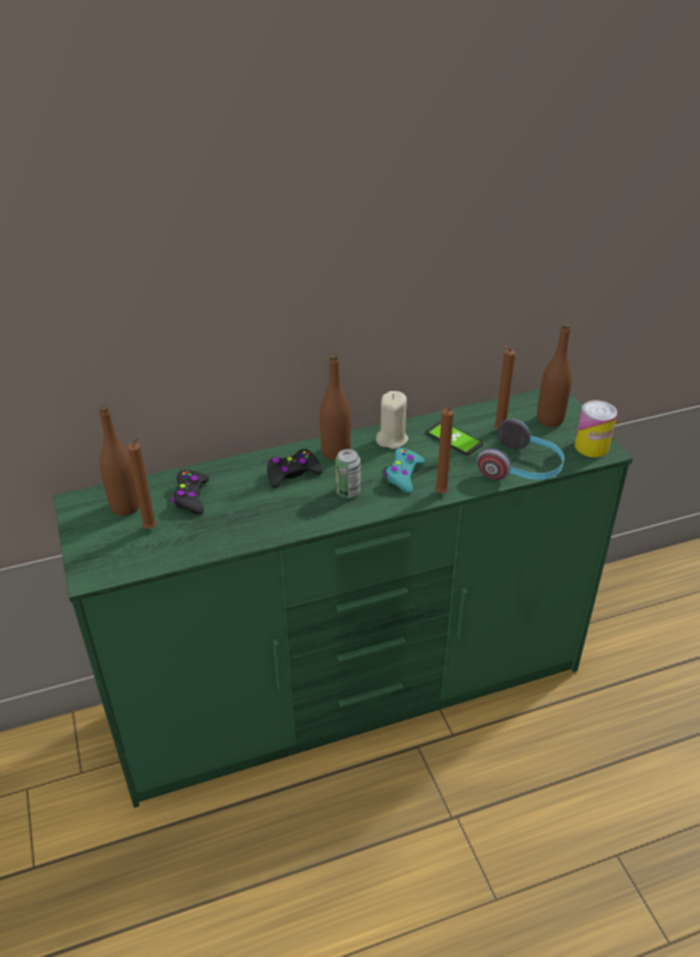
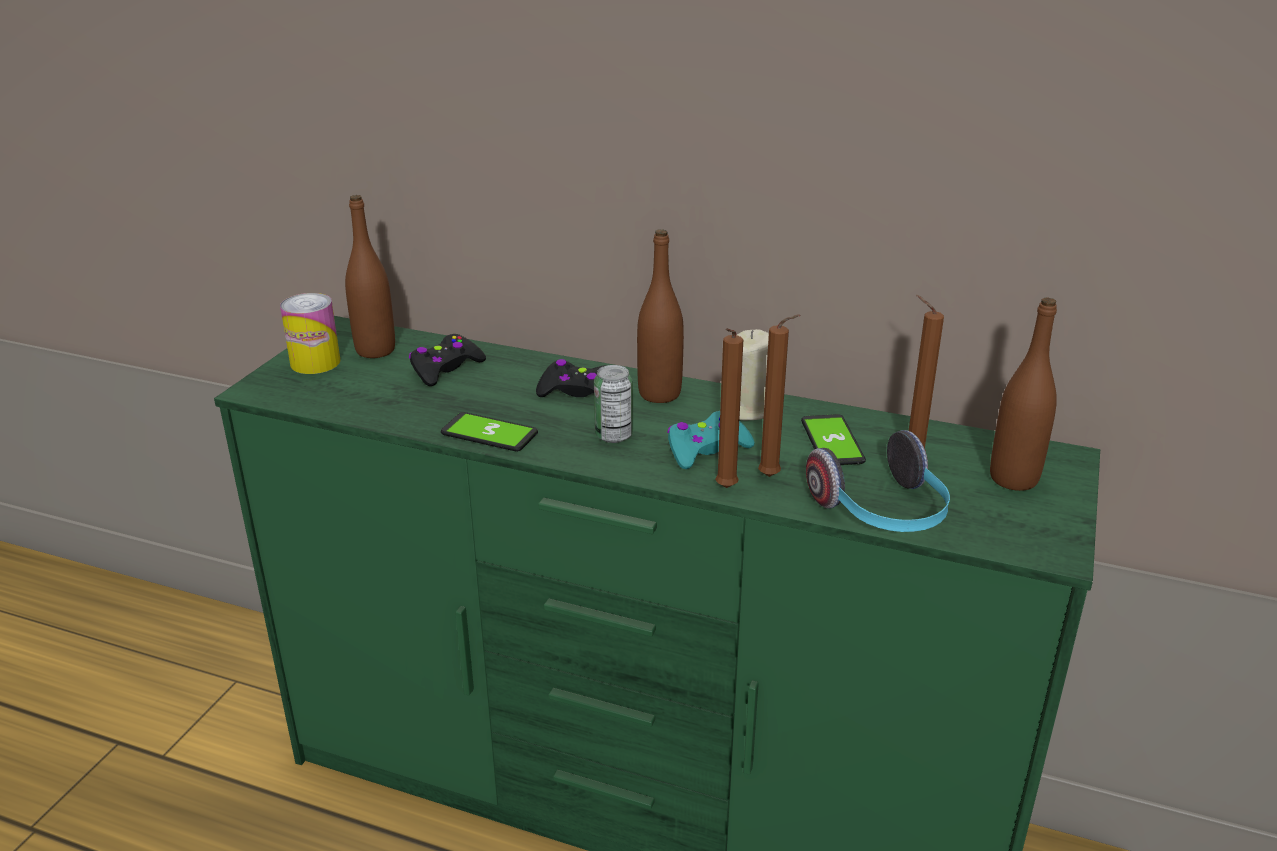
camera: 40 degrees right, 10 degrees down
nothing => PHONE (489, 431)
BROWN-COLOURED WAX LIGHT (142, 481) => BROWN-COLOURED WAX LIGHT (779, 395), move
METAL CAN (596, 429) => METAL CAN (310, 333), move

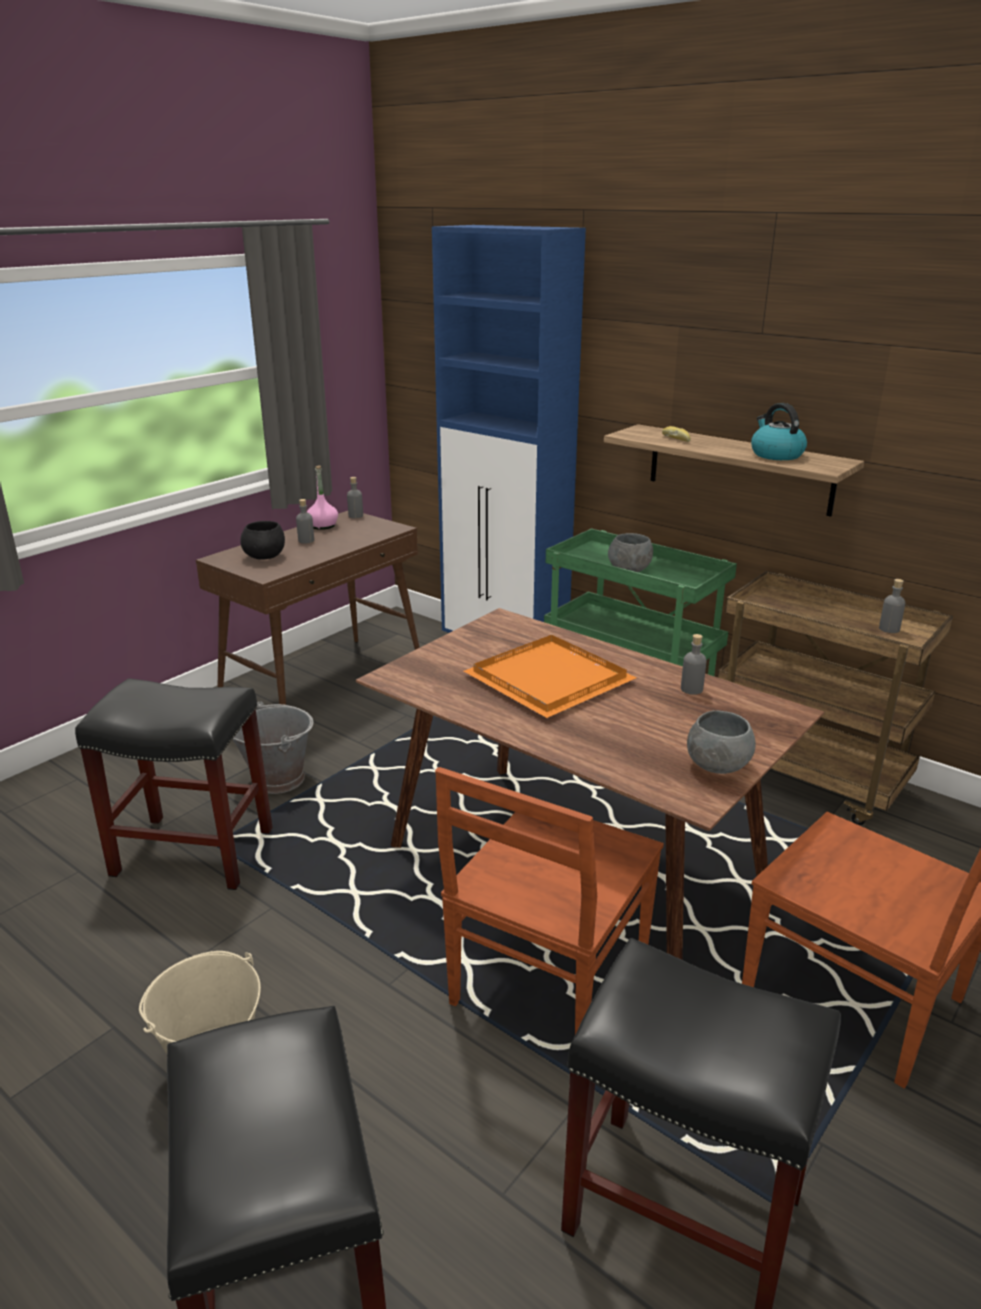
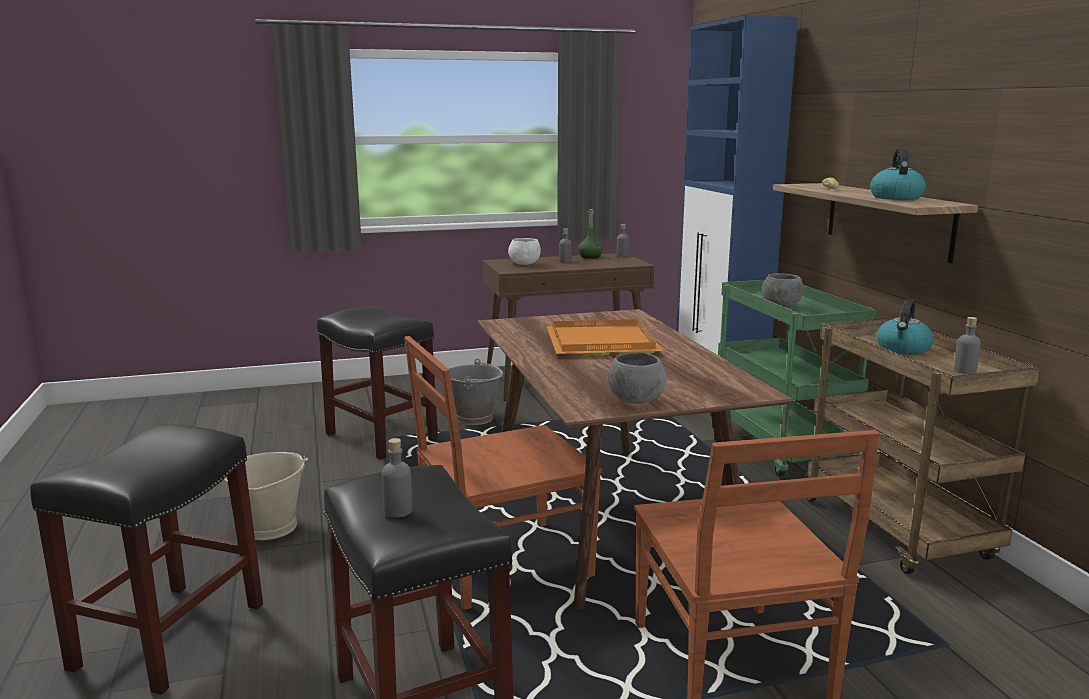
camera: 35 degrees right, 10 degrees down
nothing => KETTLE (905, 327)
GREY DRINK BOTTLE (694, 664) => GREY DRINK BOTTLE (397, 478), move
BLACK-COLOURED SERVING BOWL (262, 540) => WHITISH SERVING BOWL (524, 251)
PINKISH DRINK BOTTLE (322, 498) => GREENISH DRINK BOTTLE (590, 234)

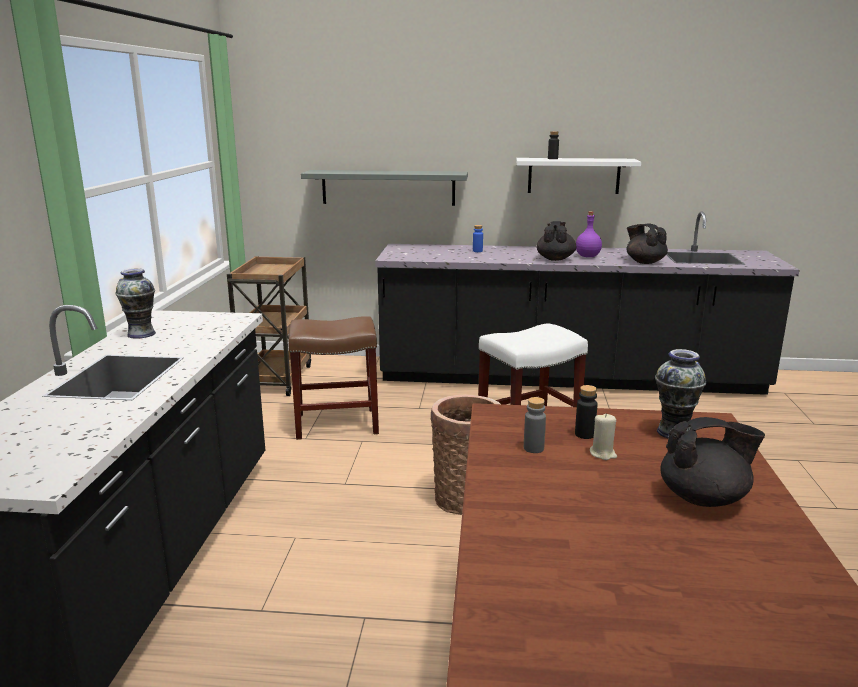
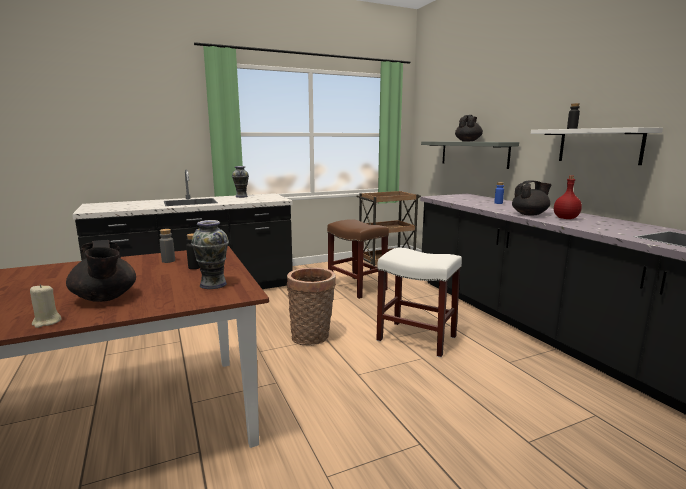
camera: 60 degrees right, 5 degrees down
BEIGE-COLOURED WAX LIGHT (603, 436) => BEIGE-COLOURED WAX LIGHT (46, 306), move
BLACK-COLOURED TEAPOT (647, 244) => BLACK-COLOURED TEAPOT (469, 128), move
PURPLISH DRINK BOTTLE (589, 234) => RED DRINK BOTTLE (568, 197)

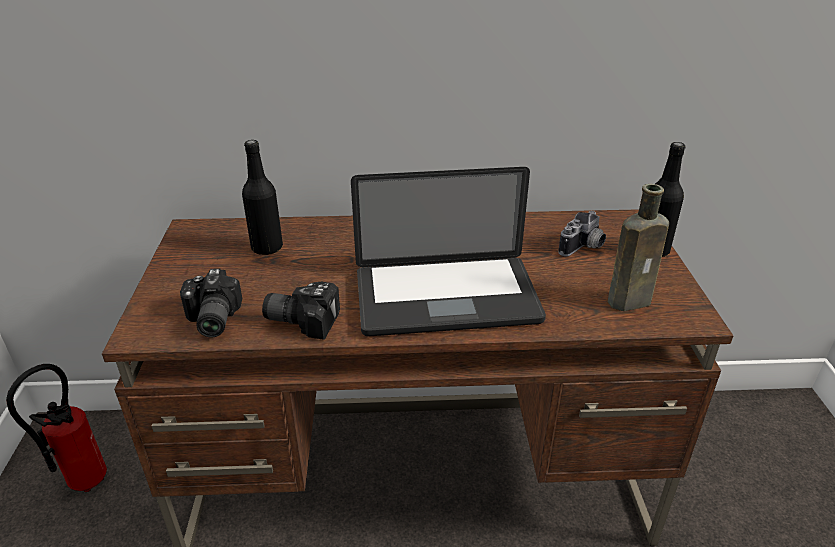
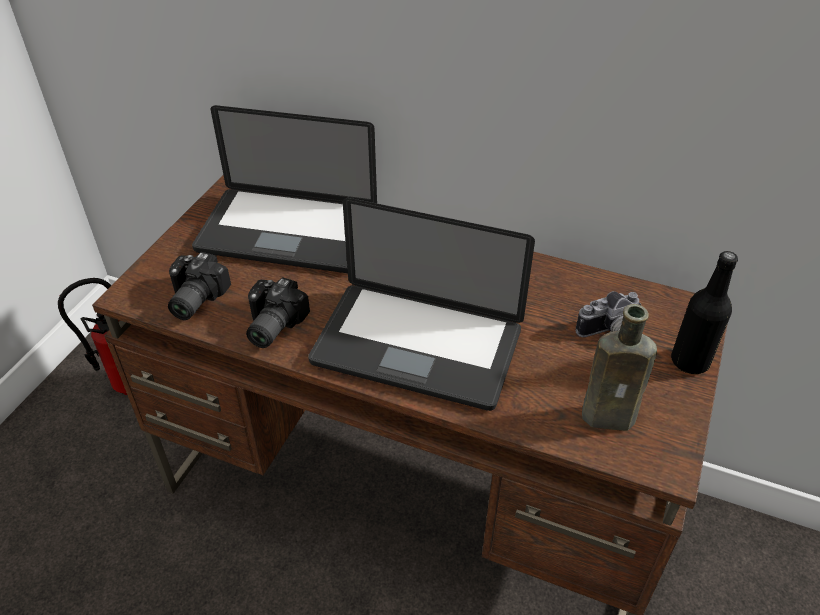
camera: 25 degrees right, 10 degrees up
BLACK-COLOURED DRINK BOTTLE (262, 197) => PORTABLE COMPUTER (284, 189)
STILL CAMERA (301, 311) => STILL CAMERA (278, 312), 105 degrees counterclockwise

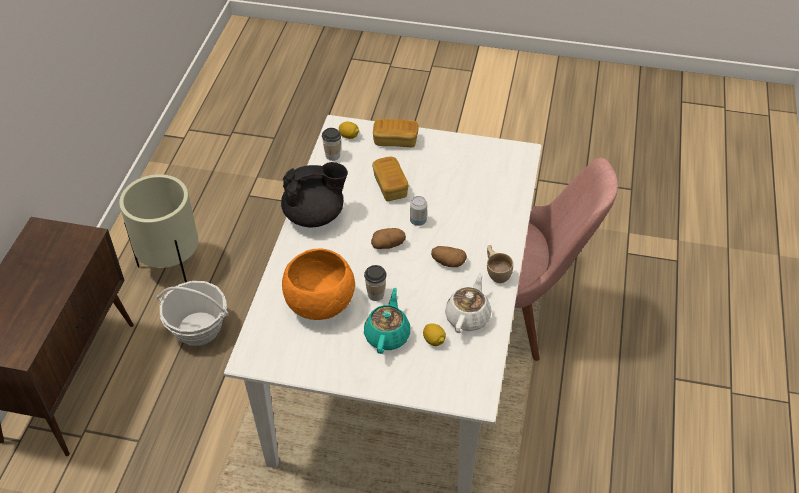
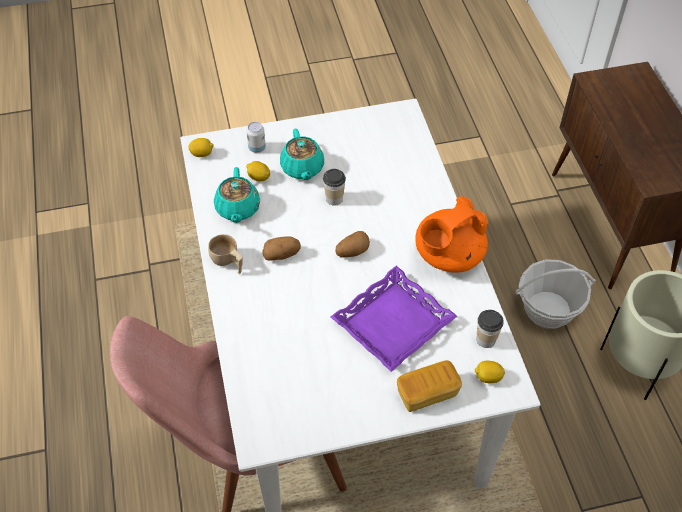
camera: 155 degrees right, 5 degrees up
ORANGE-COLOURED SERVING BOWL (318, 284) => nothing
nothing => CITRUS FRUIT (201, 147)
METAL CAN (418, 211) => METAL CAN (256, 137), move
BAKED BREAD (390, 179) => PURPLISH CARRYING TRAY (394, 319)
BLACK-COLOURED TEAPOT (314, 195) => ORANGE-COLOURED TEAPOT (451, 235)
WHITISH TEAPOT (468, 302) => TURQUOISE-COLOURED TEAPOT (237, 195)

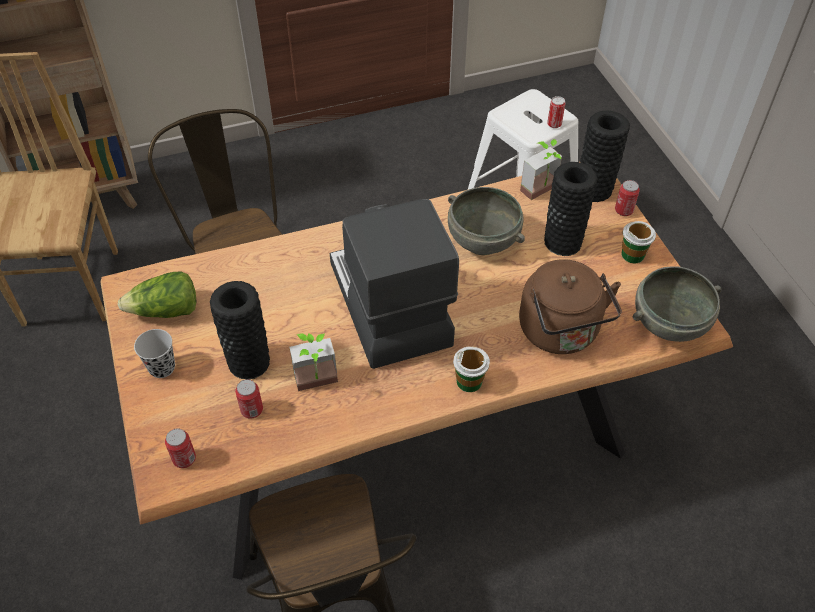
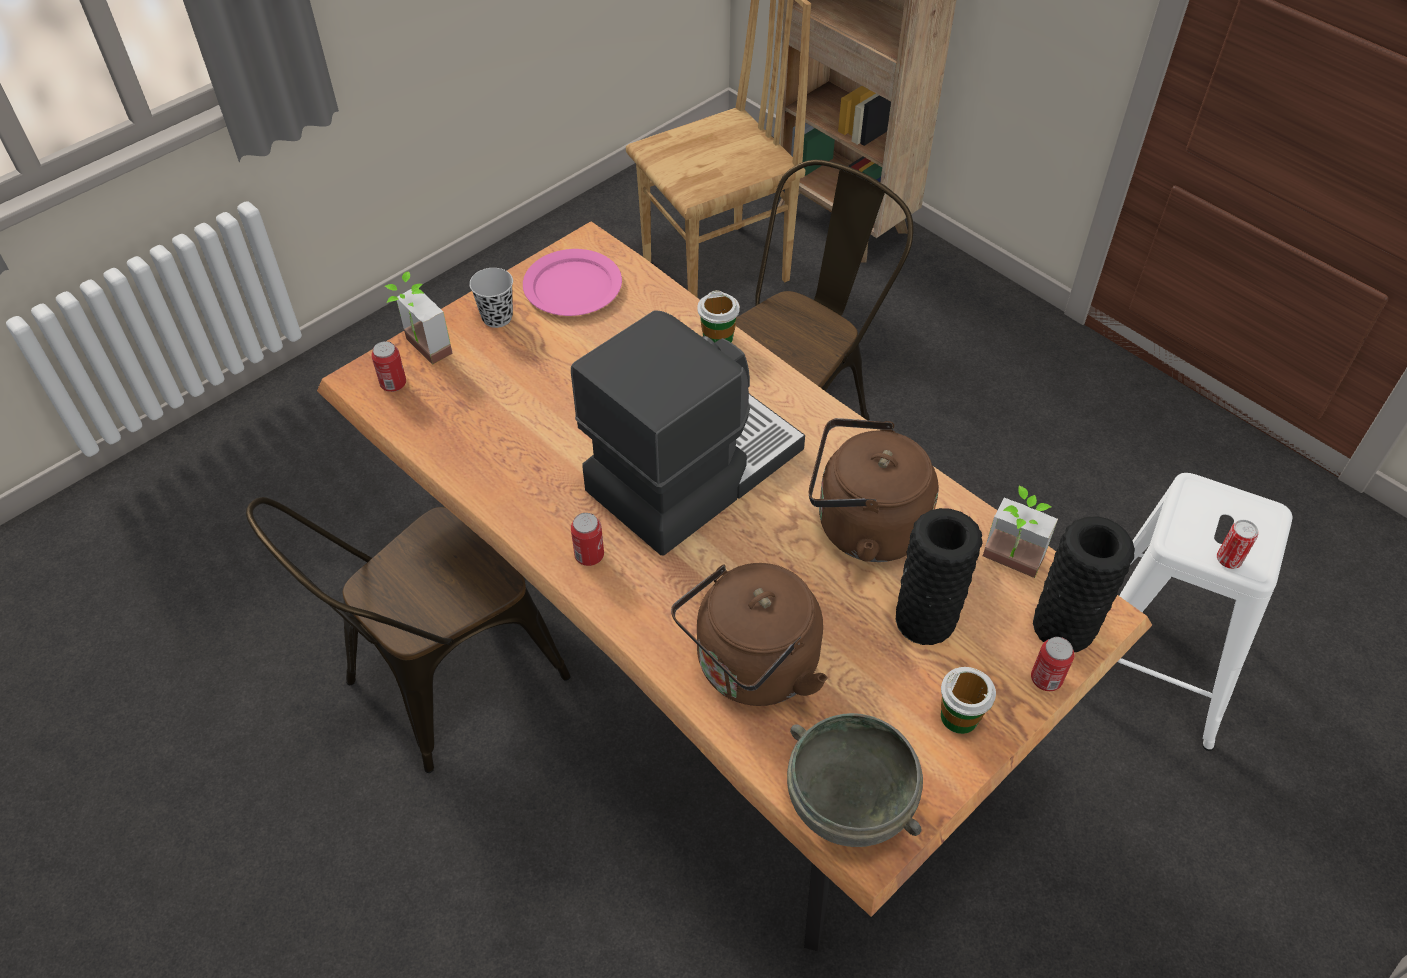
camera: 65 degrees right, 0 degrees up
BLACK-COLOURED VASE (240, 330) => nothing
METAL CAN (249, 398) => METAL CAN (587, 539), move
PLANT IN A POT (313, 362) => PLANT IN A POT (418, 318), move
SMALL CUP (471, 369) => SMALL CUP (718, 316), move
LETTUCE HEAD (157, 295) => PINKISH PLATE (572, 282)
GREY SERVING BOWL (486, 221) => BROWN-COLOURED KETTLE (874, 490)

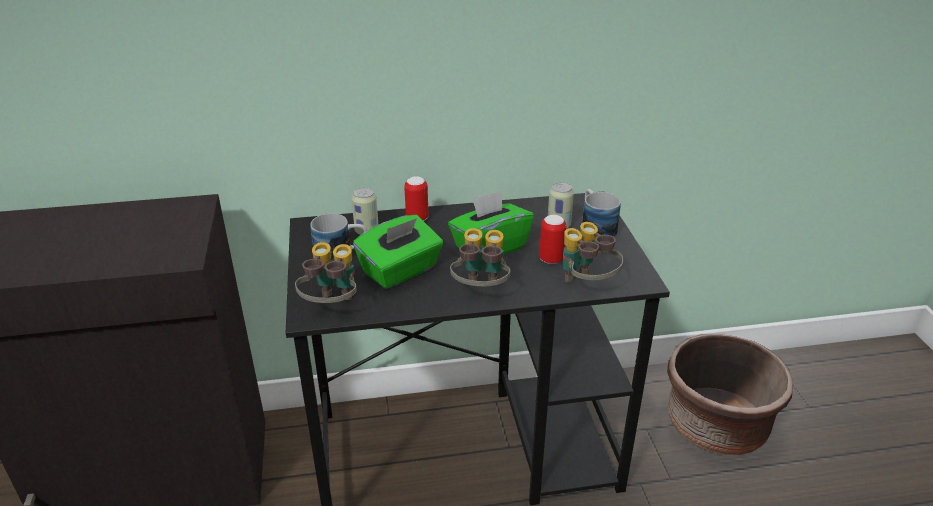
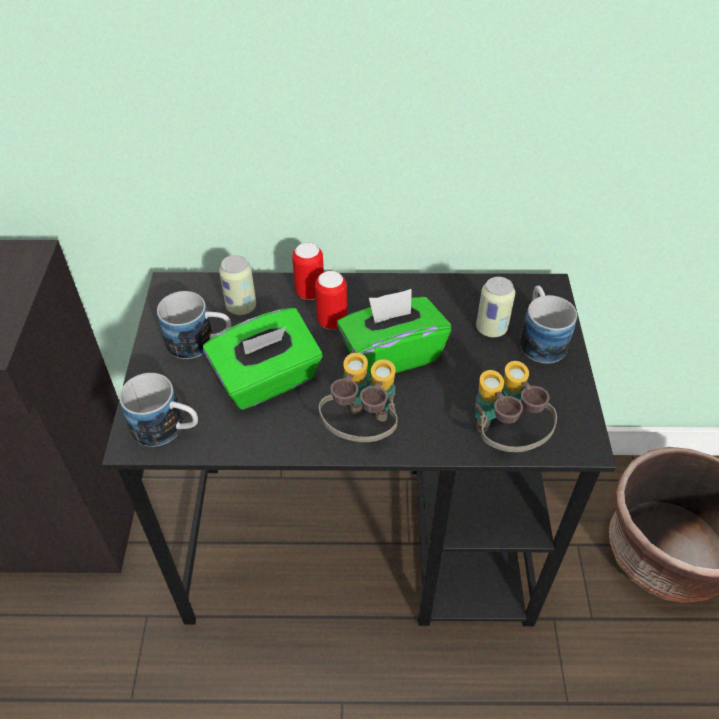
camera: 10 degrees right, 15 degrees up
METAL CAN (552, 239) => METAL CAN (331, 300), move
FIELD GLASSES (326, 272) => MUG (158, 410)

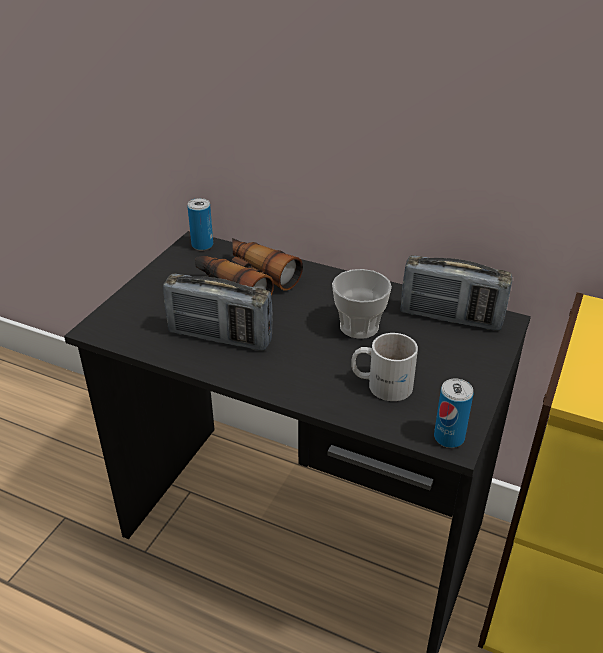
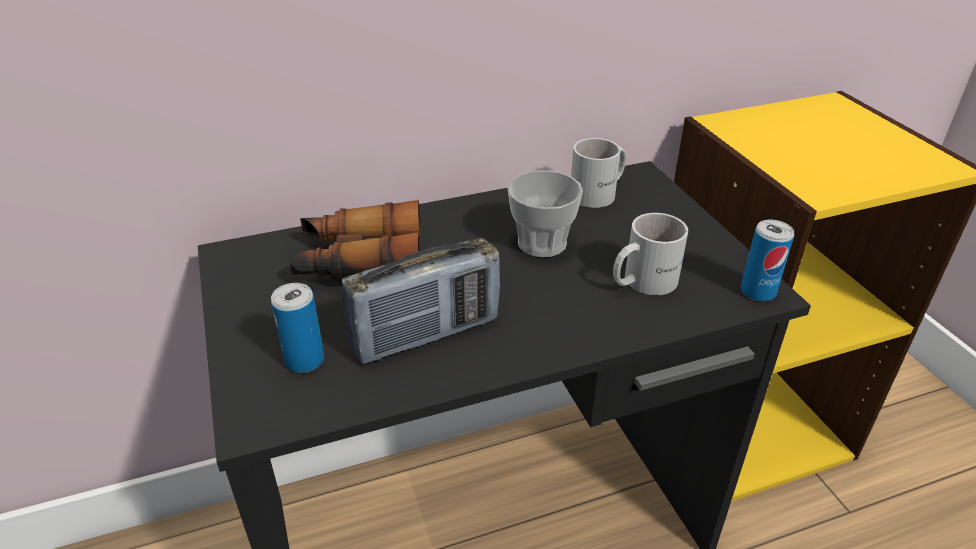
camera: 45 degrees left, 0 degrees up
METAL CAN (200, 224) => METAL CAN (297, 328), move
RADIO (456, 293) => WHITISH MUG (598, 173)

